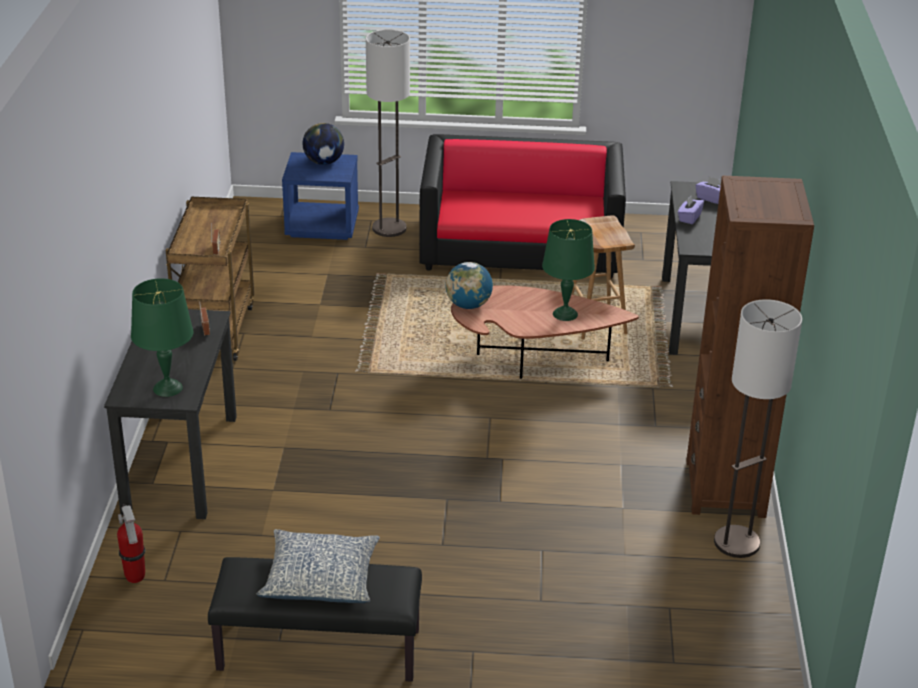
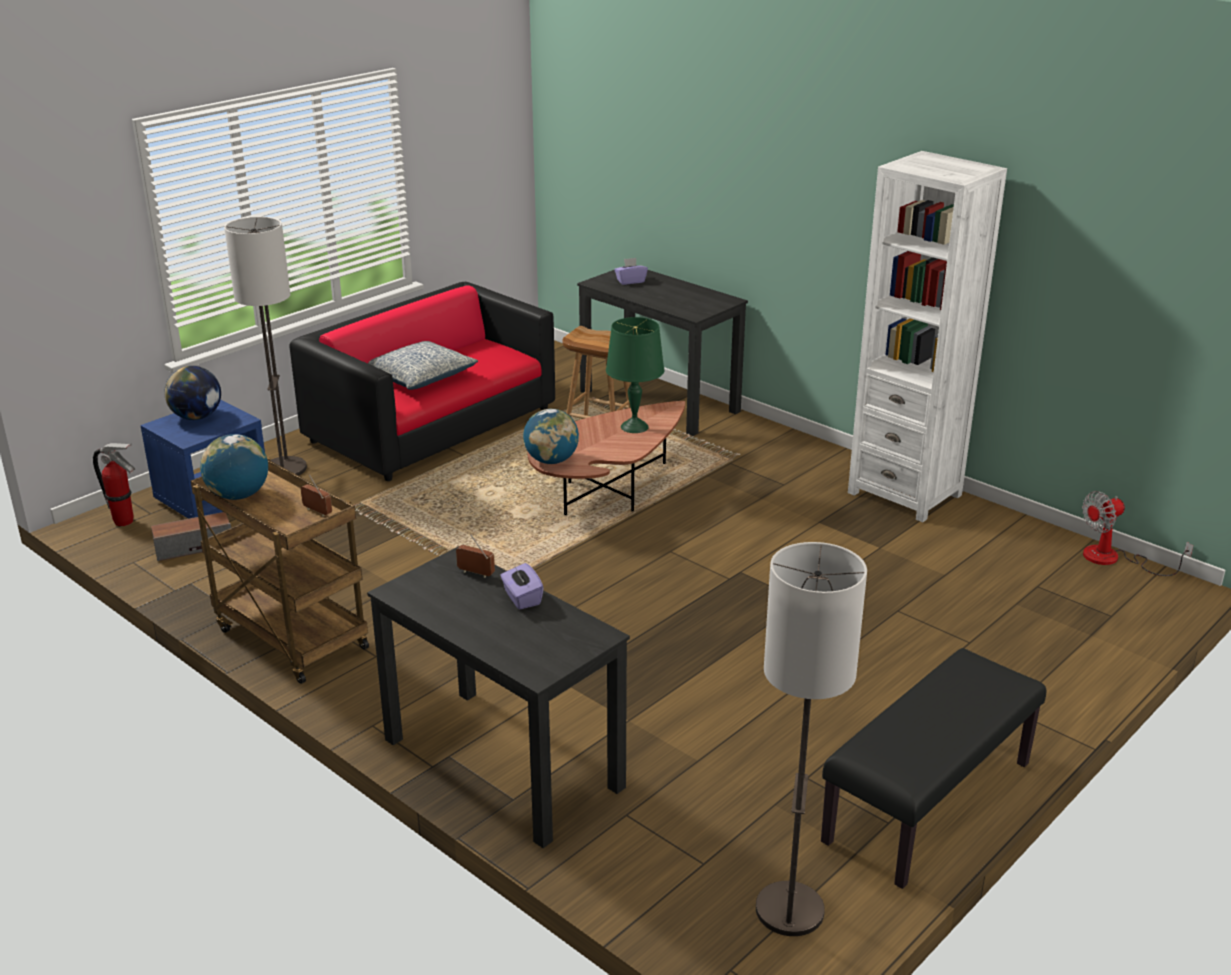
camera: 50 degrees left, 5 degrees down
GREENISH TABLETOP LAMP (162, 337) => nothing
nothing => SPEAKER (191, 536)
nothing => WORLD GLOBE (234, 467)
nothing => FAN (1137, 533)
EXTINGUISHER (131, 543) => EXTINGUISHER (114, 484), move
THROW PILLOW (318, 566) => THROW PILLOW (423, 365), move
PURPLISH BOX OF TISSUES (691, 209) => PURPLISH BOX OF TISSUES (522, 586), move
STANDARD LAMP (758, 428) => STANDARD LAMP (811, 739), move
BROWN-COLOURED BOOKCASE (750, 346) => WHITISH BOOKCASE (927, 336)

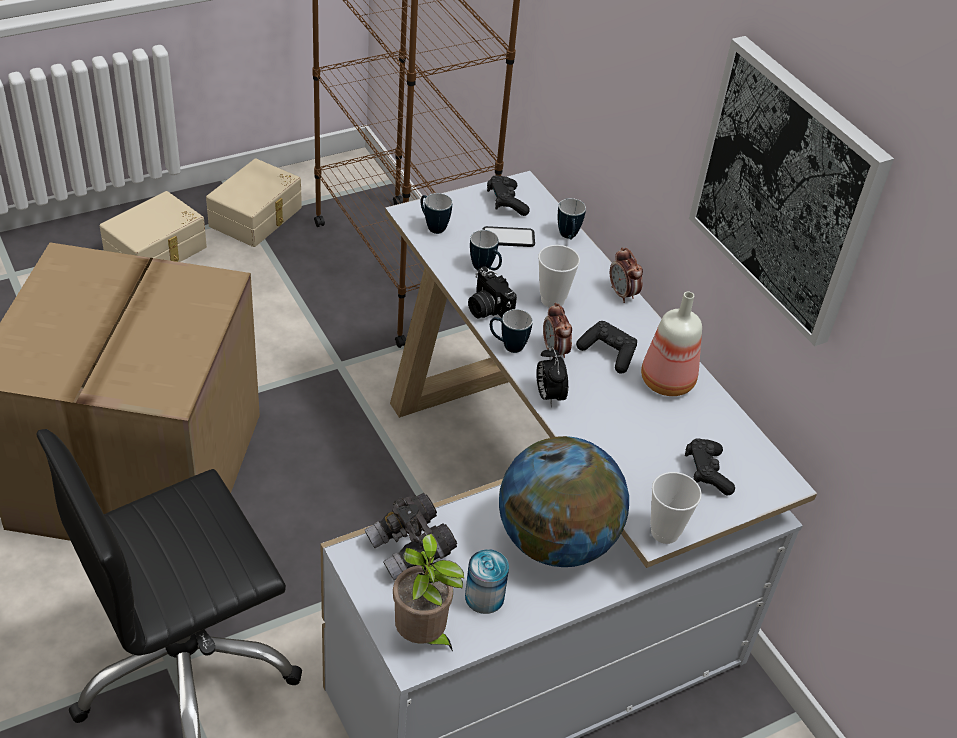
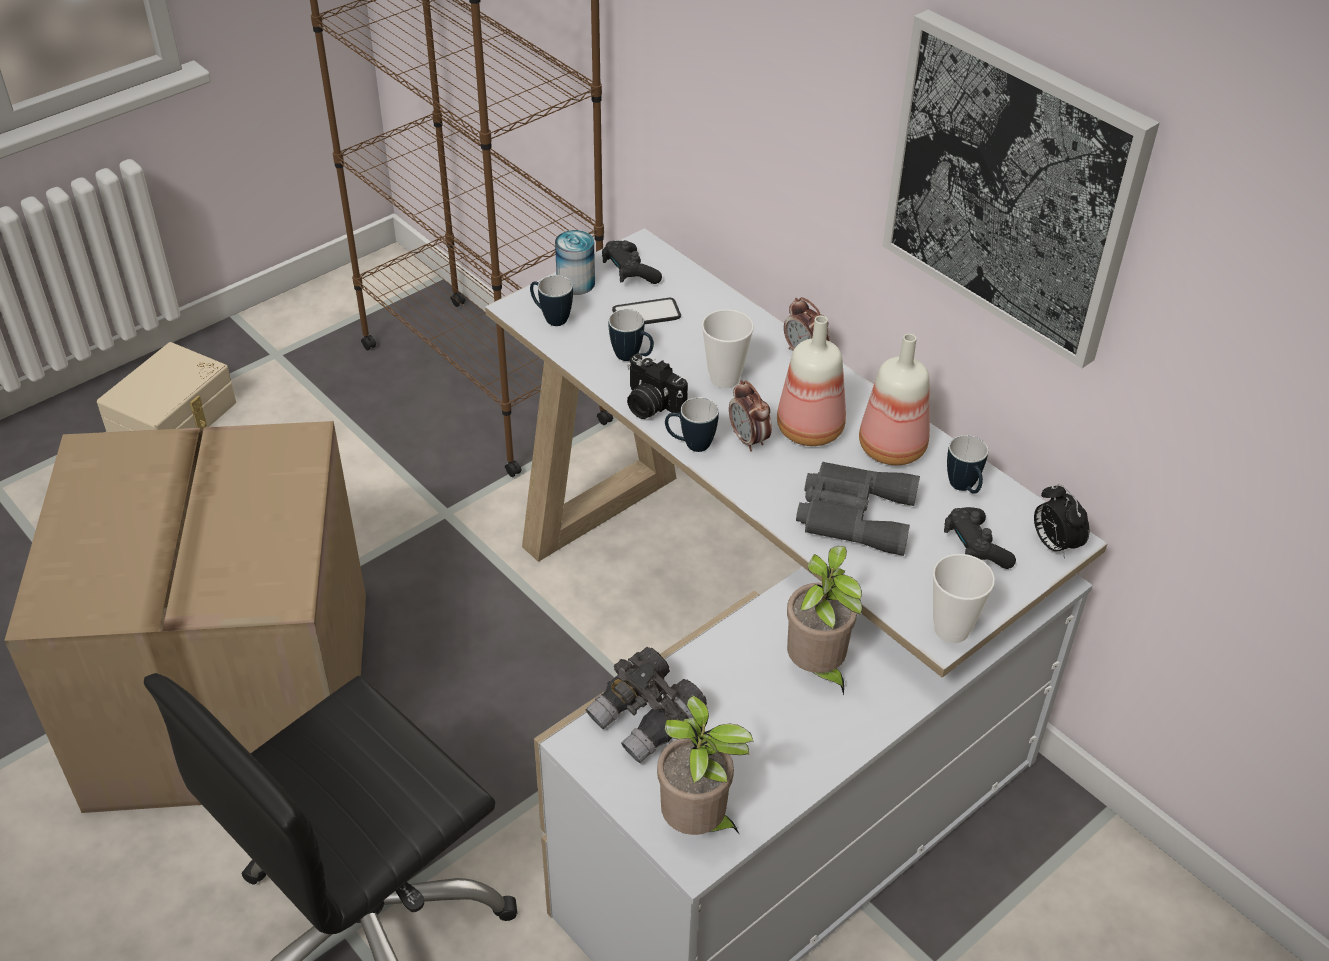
camera: 10 degrees left, 0 degrees up
BEIGE-COLOURED STORAGE BOX (254, 202) => nothing
nothing => GREY FIELD GLASSES (858, 509)
METAL CAN (487, 581) => METAL CAN (575, 262), move
BEDSIDE CLOCK (552, 377) => BEDSIDE CLOCK (1061, 521), move
MUG (572, 219) => MUG (967, 464), move
WORLD GLOBE (564, 501) => PLANT IN A POT (825, 620)
BLACK-COLOURED JOYPAD (606, 347) => DRINK BOTTLE (811, 380)

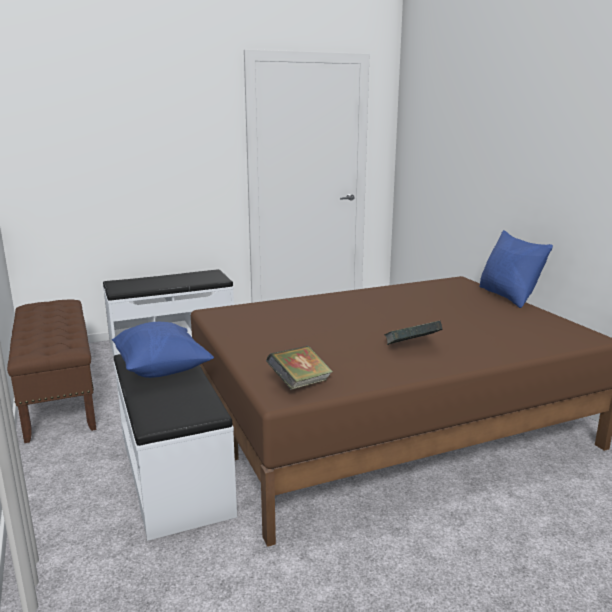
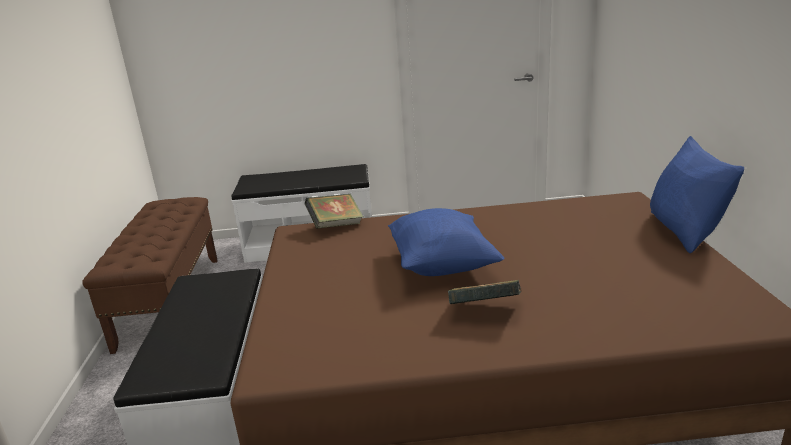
camera: 20 degrees right, 5 degrees up
BLUISH THROW PILLOW (163, 350) => BLUISH THROW PILLOW (446, 242), move
VOLUME (299, 368) => VOLUME (334, 211), move

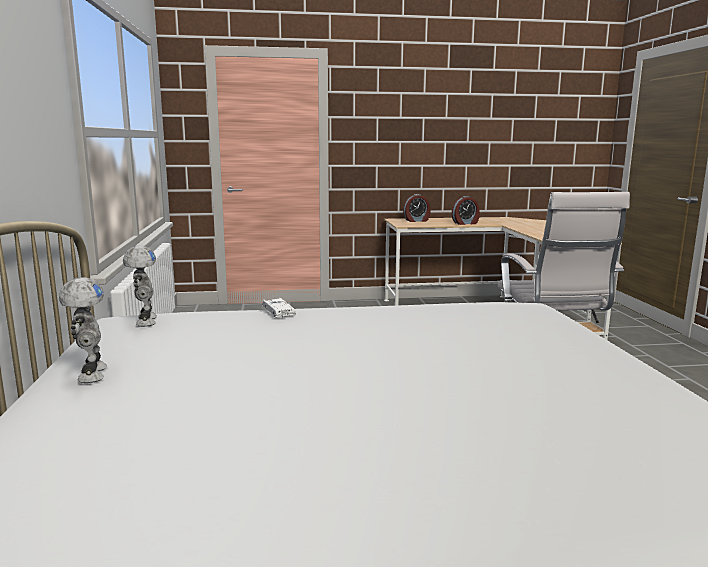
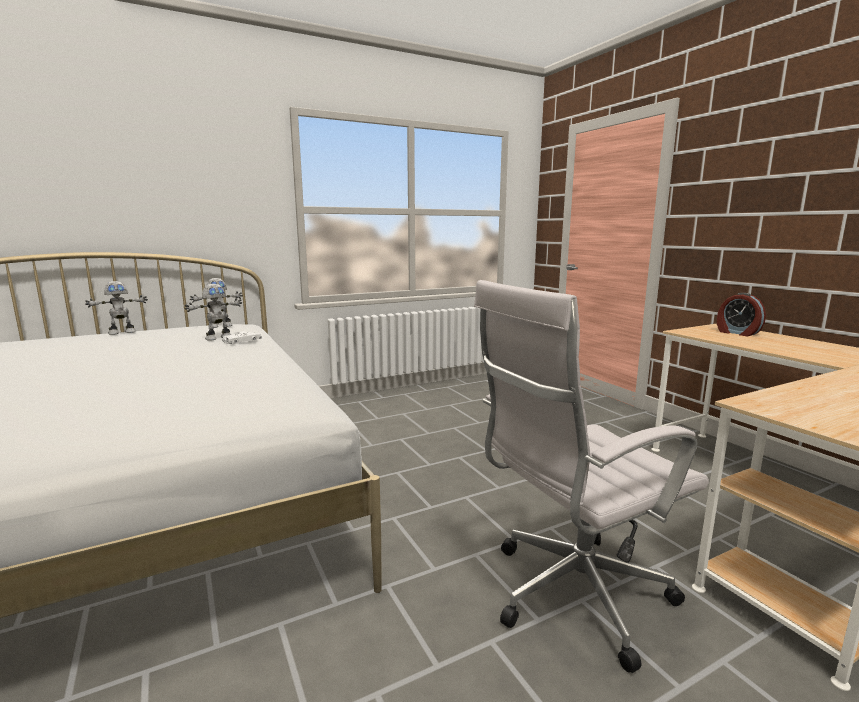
camera: 70 degrees right, 0 degrees up
BEDSIDE CLOCK (466, 210) => nothing
nothing => ROBOT FIGURE (213, 312)

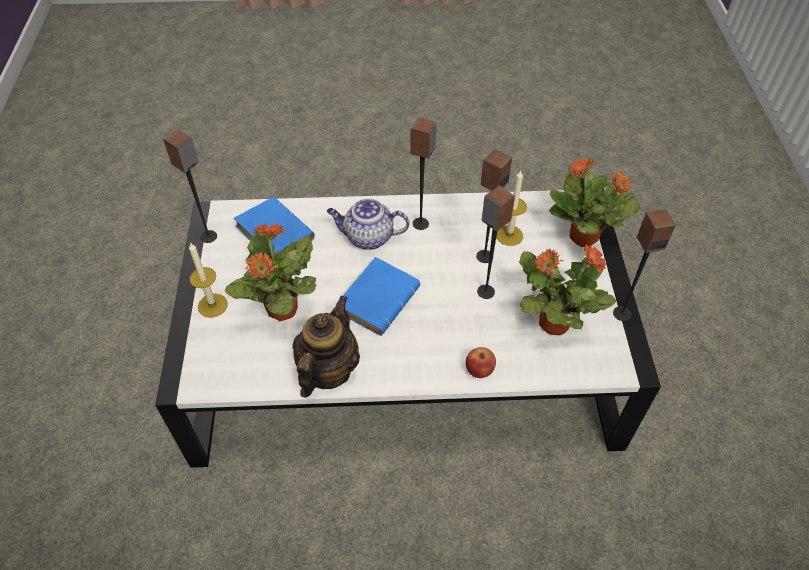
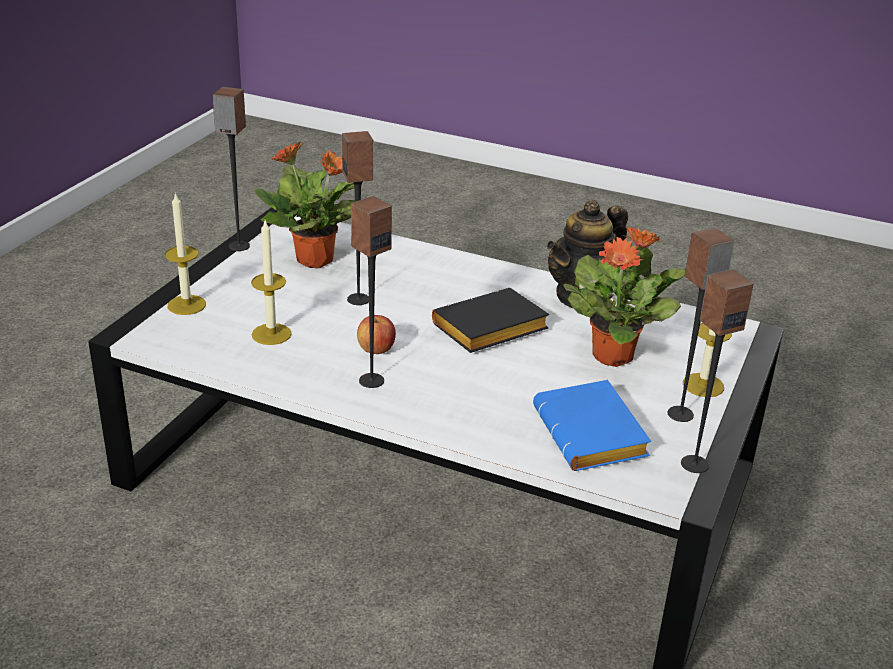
camera: 155 degrees left, 20 degrees down
TEAPOT (368, 224) => nothing
APPLE (481, 362) => APPLE (376, 334), move
SPEAKER (494, 206) => SPEAKER (701, 325), move
PLANT IN A POT (594, 202) => WAX LIGHT (185, 253)
BLUISH VOLUME (378, 296) => BLACK-COLOURED VOLUME (490, 320)

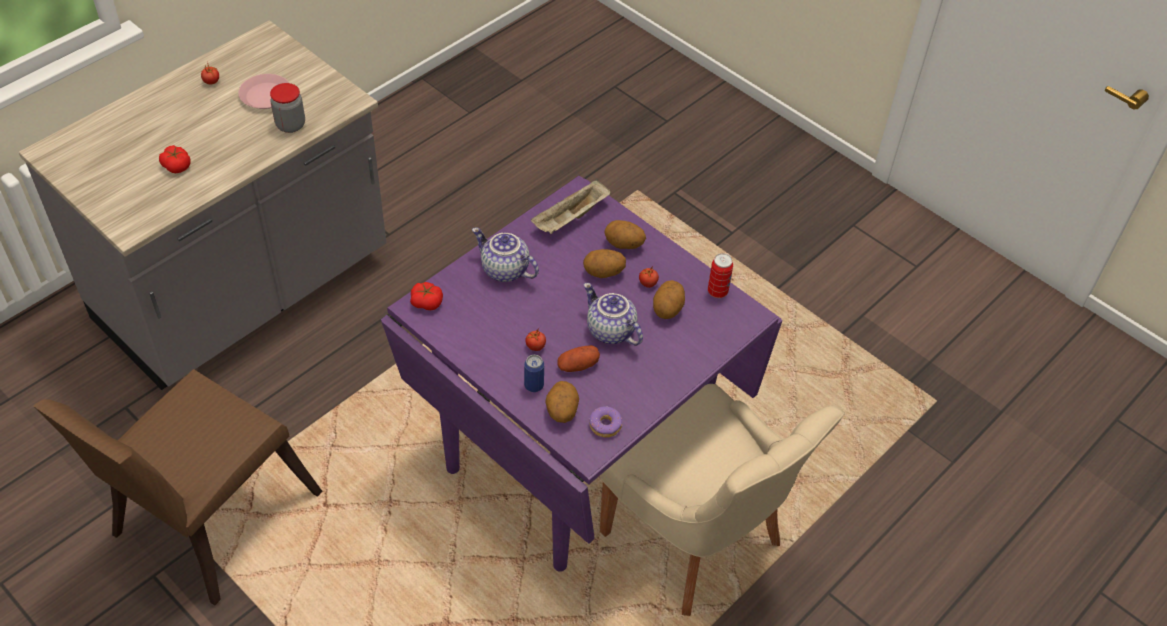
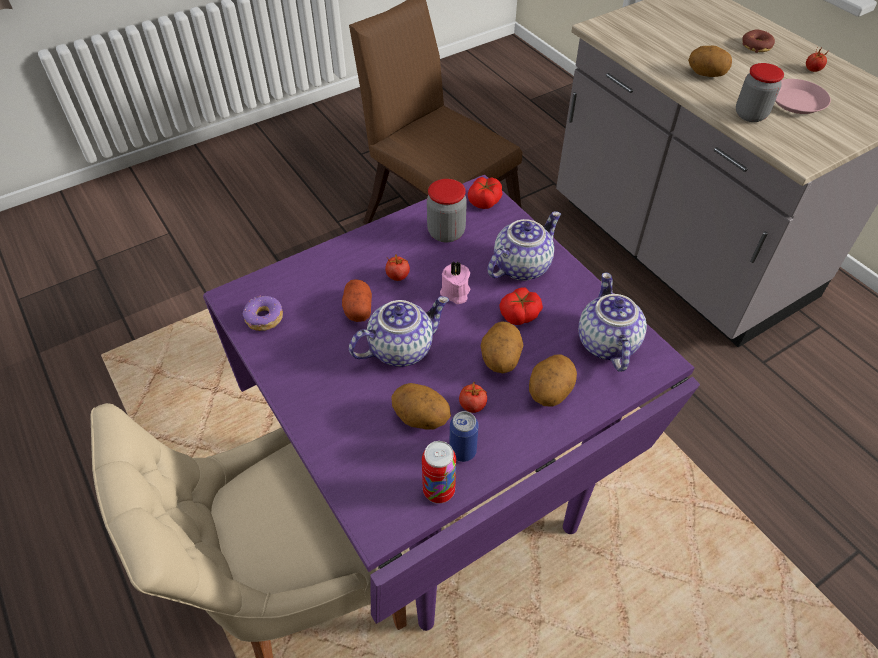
camera: 105 degrees right, 0 degrees up
nothing => PRESERVE JAR (447, 210)
nothing => PINKISH WAX LIGHT (455, 282)
nothing => RING DOUGHNUT (758, 41)
FRESH TOMATO (175, 159) => FRESH TOMATO (521, 306), move
METAL CAN (534, 373) => METAL CAN (463, 436), move
POTATO (562, 402) => POTATO (710, 61), move
BEIGE-COLOURED CARRYING TRAY (570, 206) => TEAPOT (612, 322)

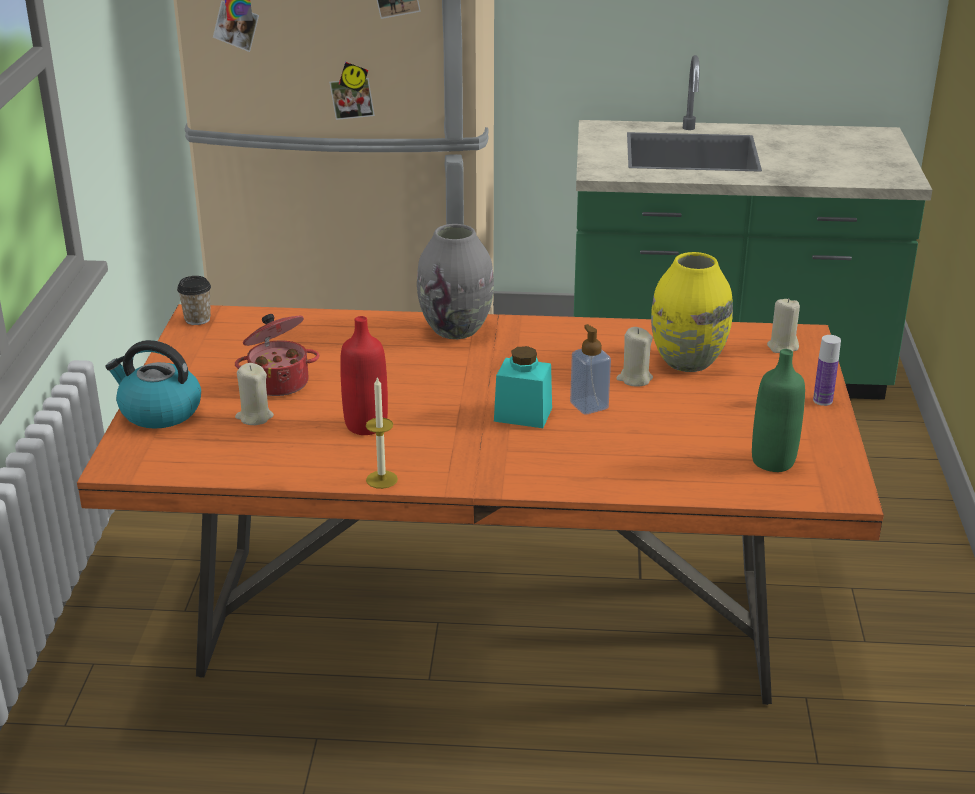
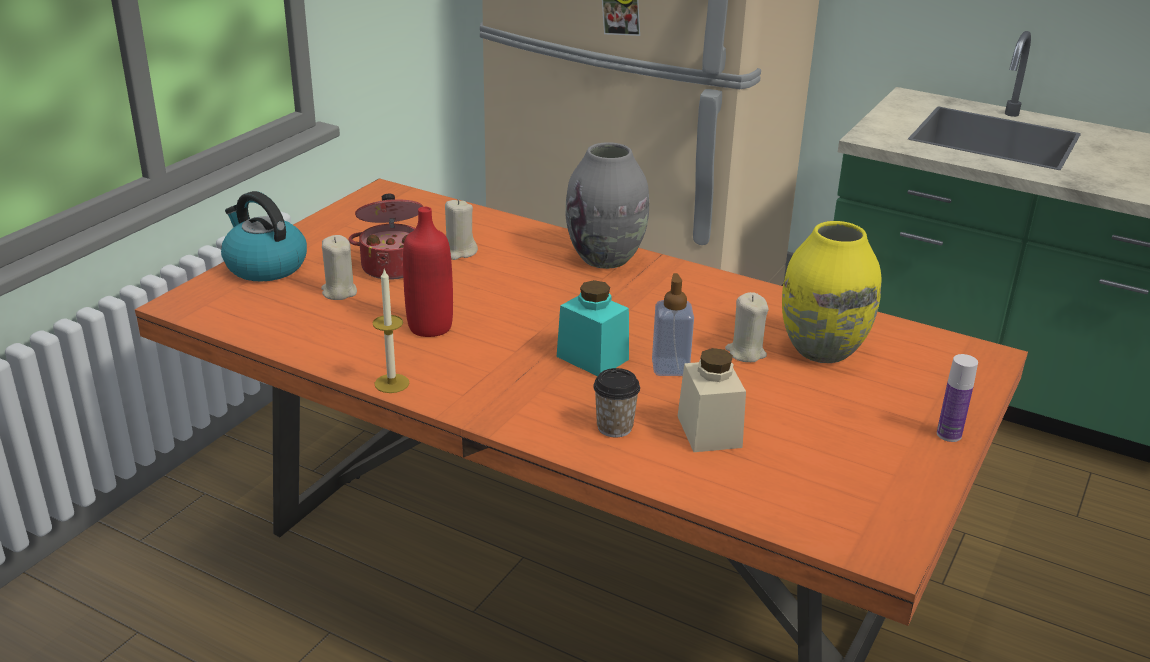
camera: 25 degrees right, 0 degrees up
GREENISH DRINK BOTTLE (778, 410) => nothing
nothing => BEIGE-COLOURED PRESERVE JAR (712, 400)
SMALL CUP (194, 300) => SMALL CUP (616, 402), move
BEIGE-COLOURED WAX LIGHT (783, 325) => BEIGE-COLOURED WAX LIGHT (461, 229), move

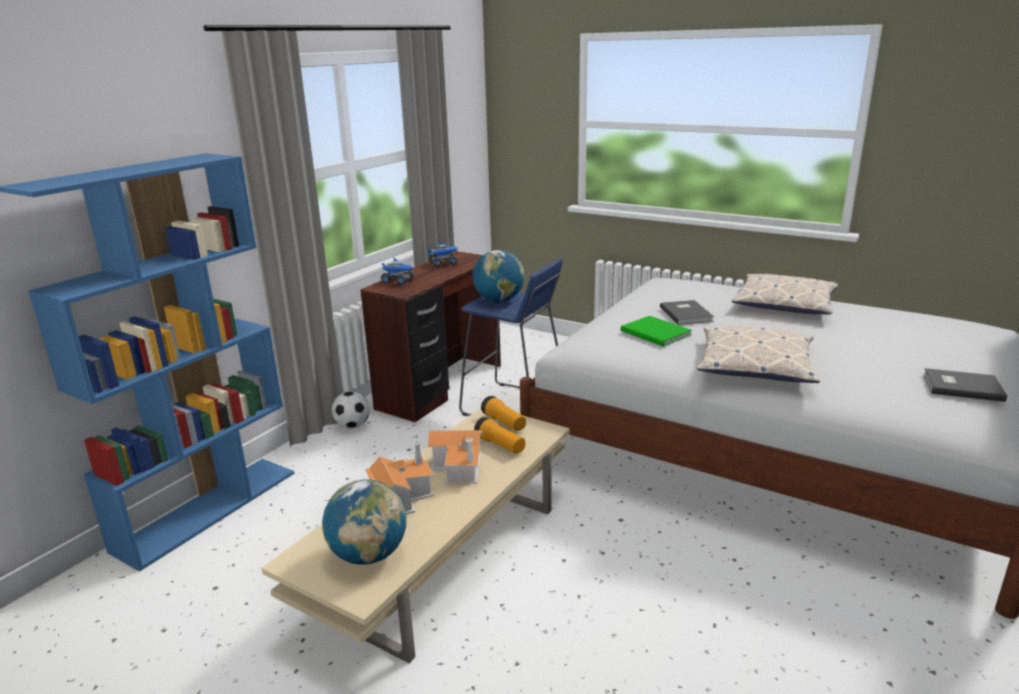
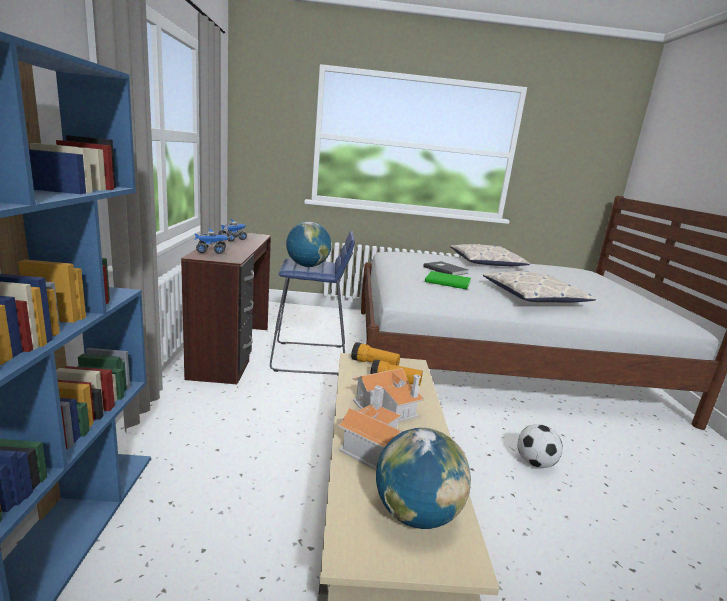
camera: 35 degrees left, 5 degrees down
GREY VOLUME (965, 385) => nothing
FOOTBALL BALL (350, 409) => FOOTBALL BALL (540, 446), move

